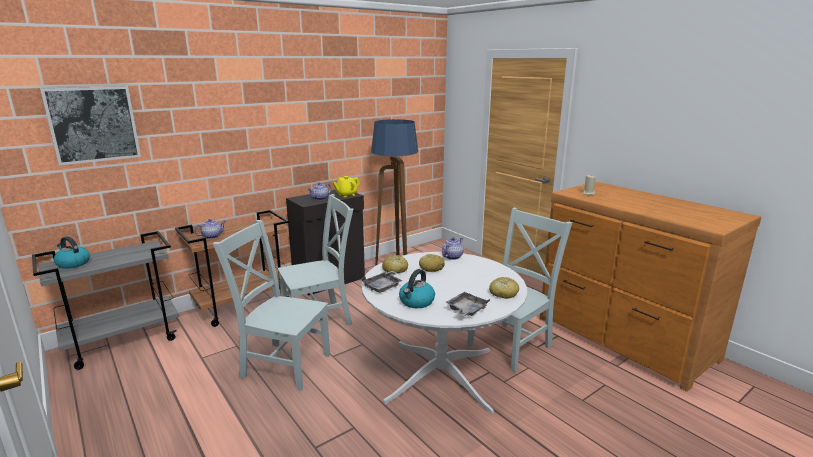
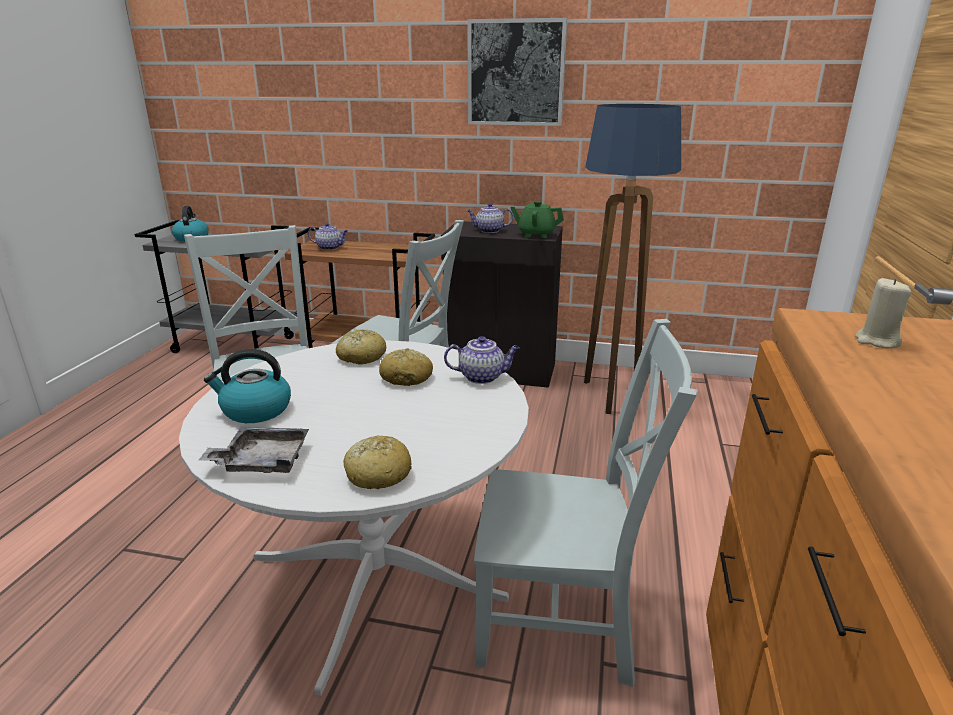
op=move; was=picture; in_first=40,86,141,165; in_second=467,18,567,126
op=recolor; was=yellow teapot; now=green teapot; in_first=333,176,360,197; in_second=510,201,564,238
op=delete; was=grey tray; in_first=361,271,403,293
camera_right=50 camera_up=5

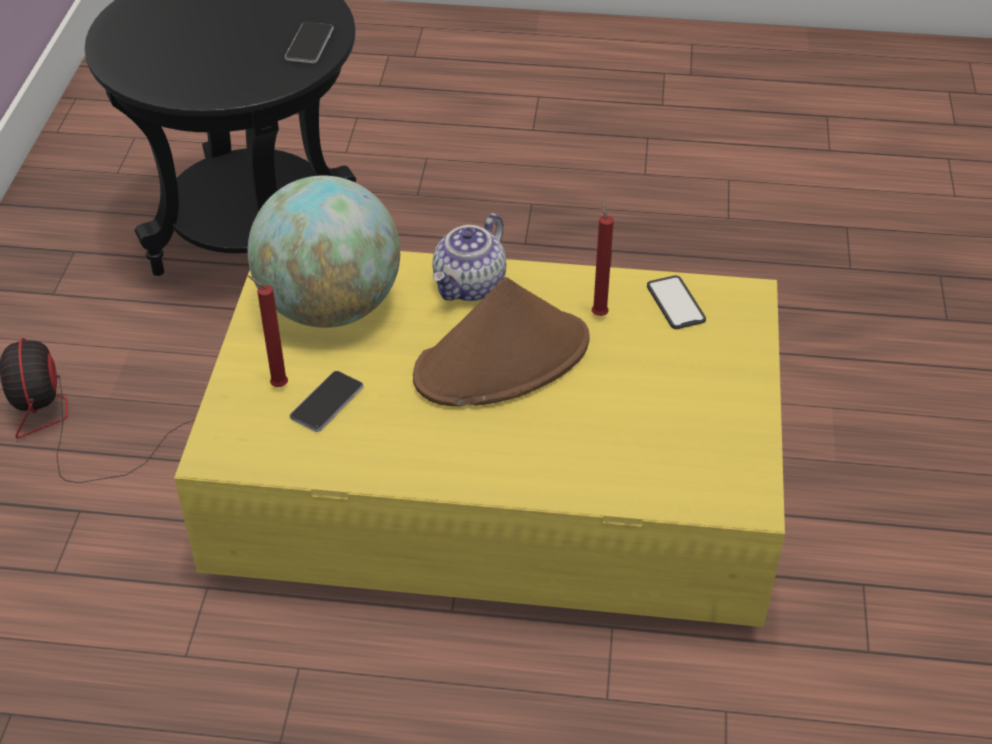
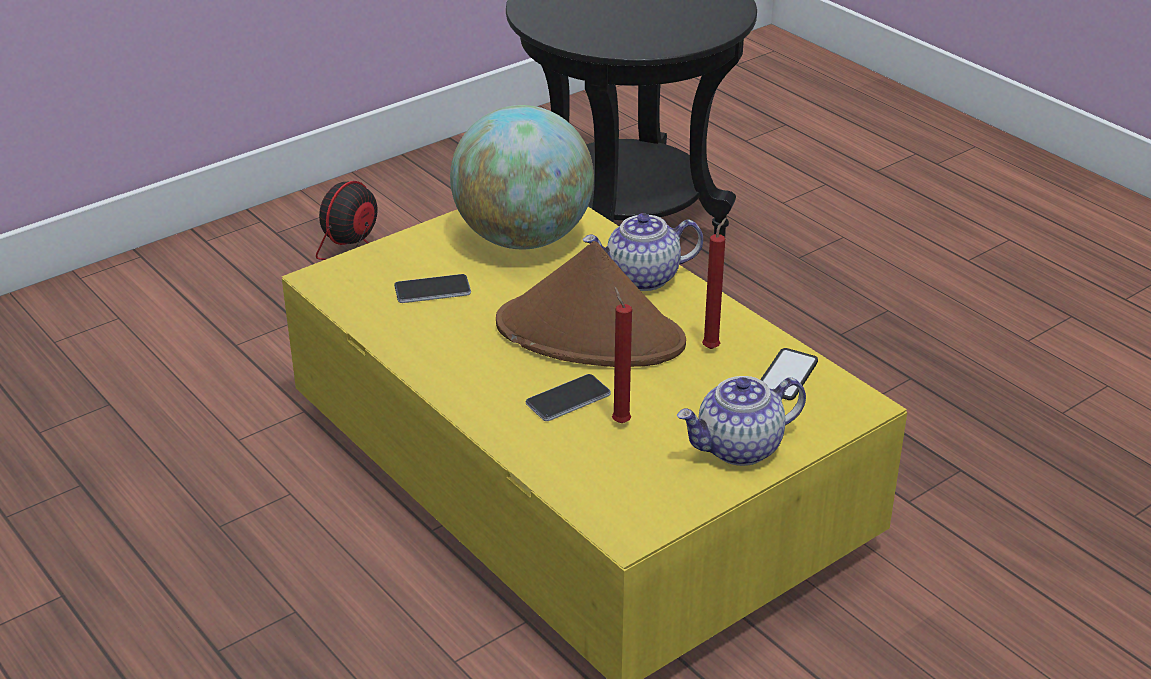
op=move; was=phone; in_first=285,22,334,63; in_second=526,374,611,421
op=move; was=red candle; in_first=248,276,288,387; in_second=612,287,632,423
op=insert; now=teapot; in_second=677,376,806,466
camera_right=45 camera_up=-10

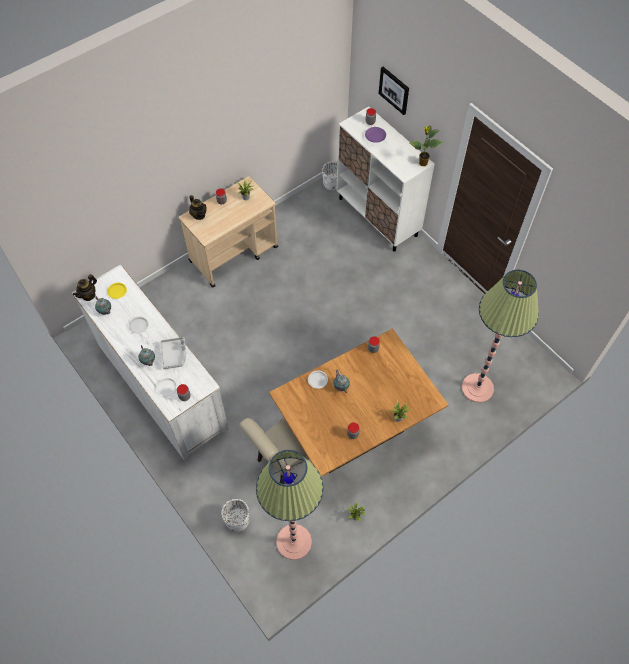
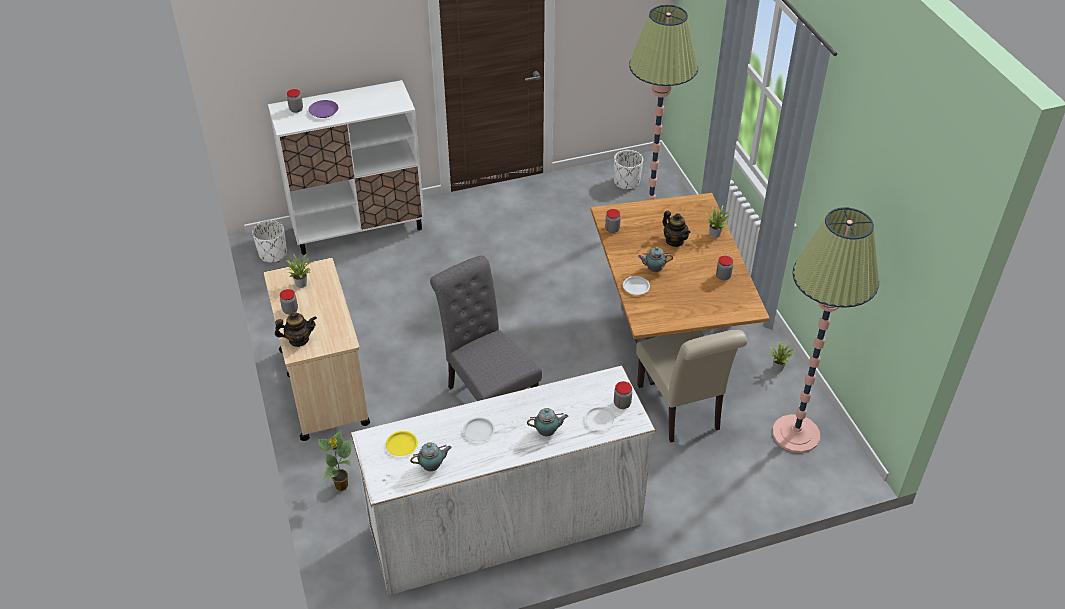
op=move; was=potted plant; in_first=410,125,442,166; in_second=318,430,352,491
op=insert; now=grey chair; in_second=430,256,542,401
op=move; was=white planter; in_first=221,499,249,532; in_second=614,150,643,190
op=move; was=teapot; in_first=73,274,97,301; in_second=662,211,690,247
op=delete; was=grey tray; in_first=160,337,186,369
op=delete; was=picture; in_first=379,67,409,115
camera_right=-70 camera_up=-15

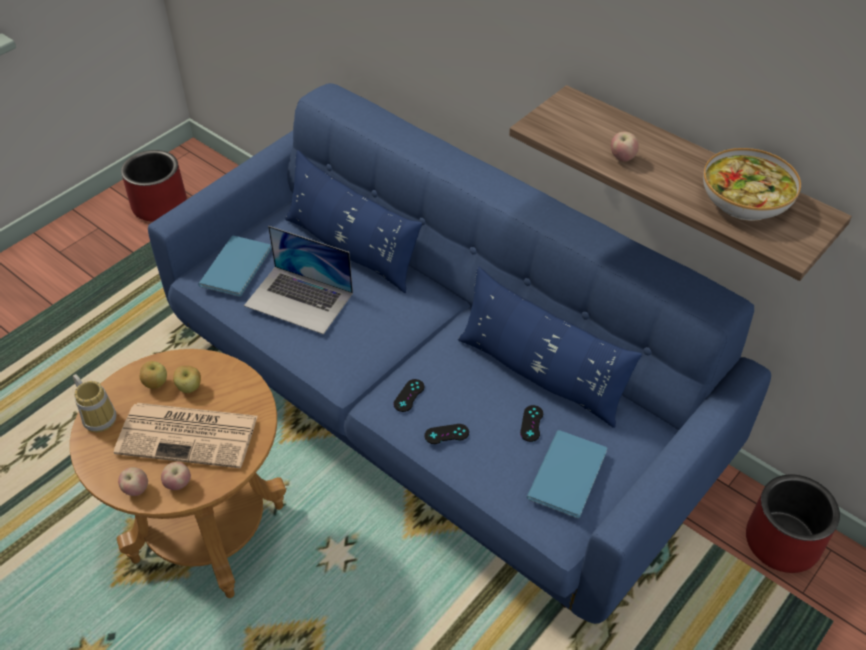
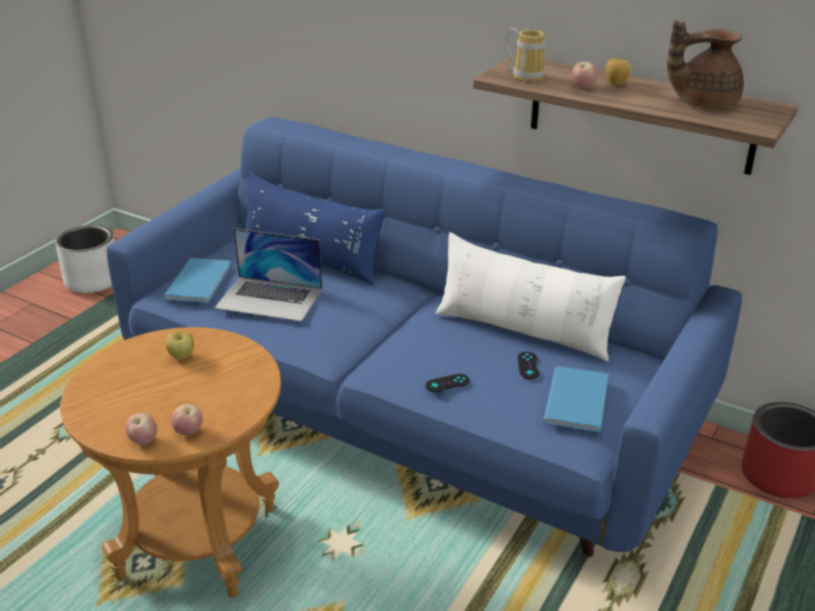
op=recolor; was=red planter; now=white planter; in_first=121,150,187,222; in_second=55,225,115,293
op=recolor; was=blue pillow; now=white pillow; in_first=458,266,642,428; in_second=435,232,626,362
op=move; was=mug; in_first=73,374,116,432; in_second=504,28,545,82
op=move; was=apple; in_first=140,361,167,389; in_second=605,58,631,85
op=replace; was=bowl; now=brown teapot; in_first=703,148,801,221; in_second=667,20,744,109
op=delete; was=newspaper; in_first=114,403,258,468
op=delete; was=black game controller; in_first=393,379,424,412
camera_right=-10 camera_up=-15

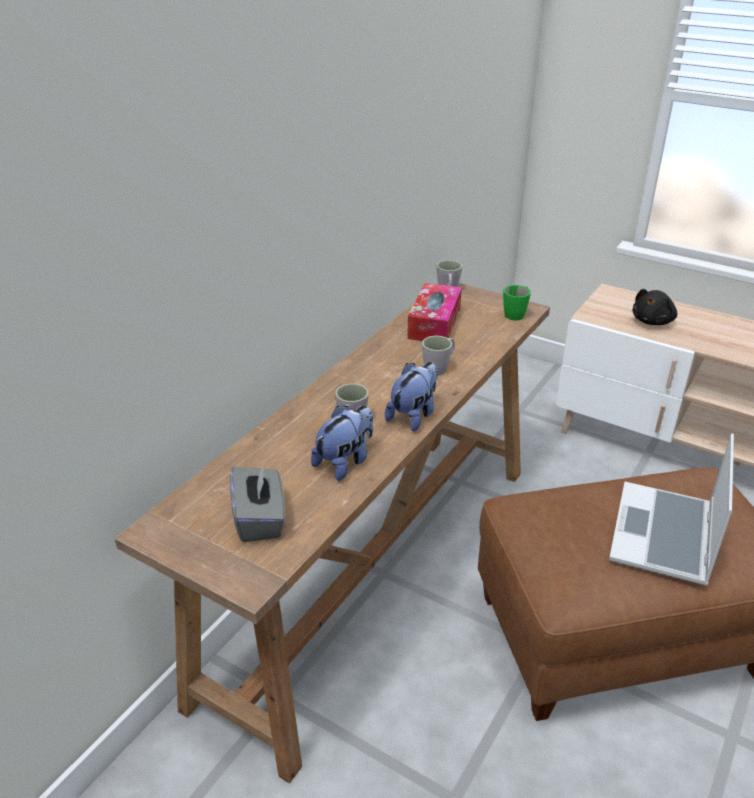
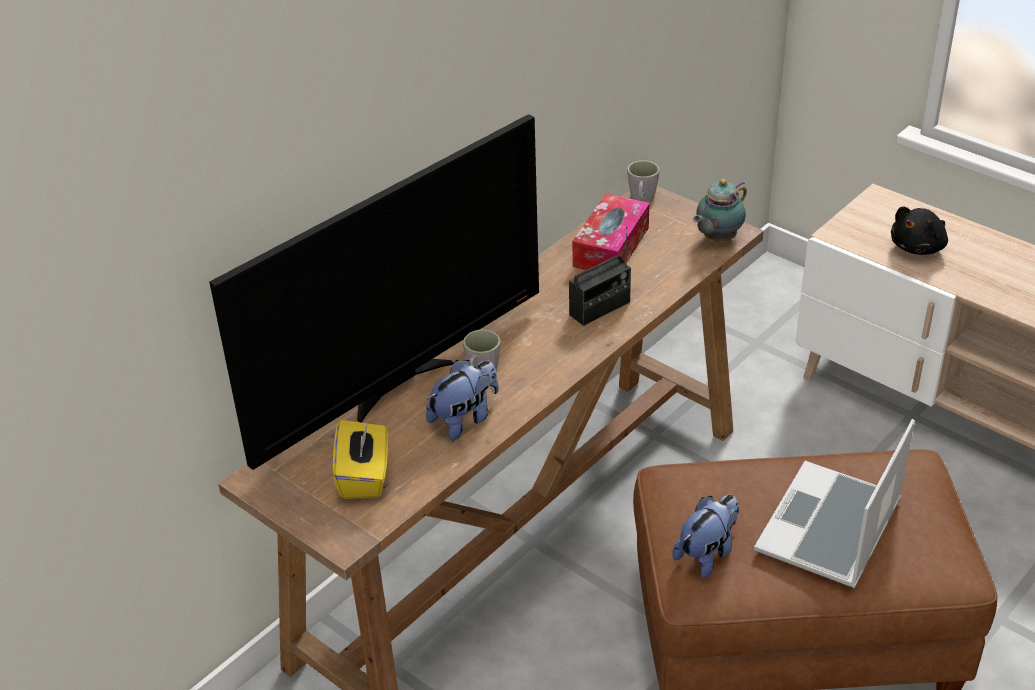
op=insert; now=television; in_second=209,114,539,470
op=recolor; was=grey tissue box; now=yellow tissue box; in_first=230,463,285,542; in_second=332,420,388,499
op=replace; was=grey mug; now=radio; in_first=422,336,455,375; in_second=569,227,631,326
op=move; was=plush toy; in_first=385,362,438,431; in_second=672,495,739,578
op=replace; was=green mug; now=teapot; in_first=503,285,531,320; in_second=693,179,747,241
camera_right=10 camera_up=5

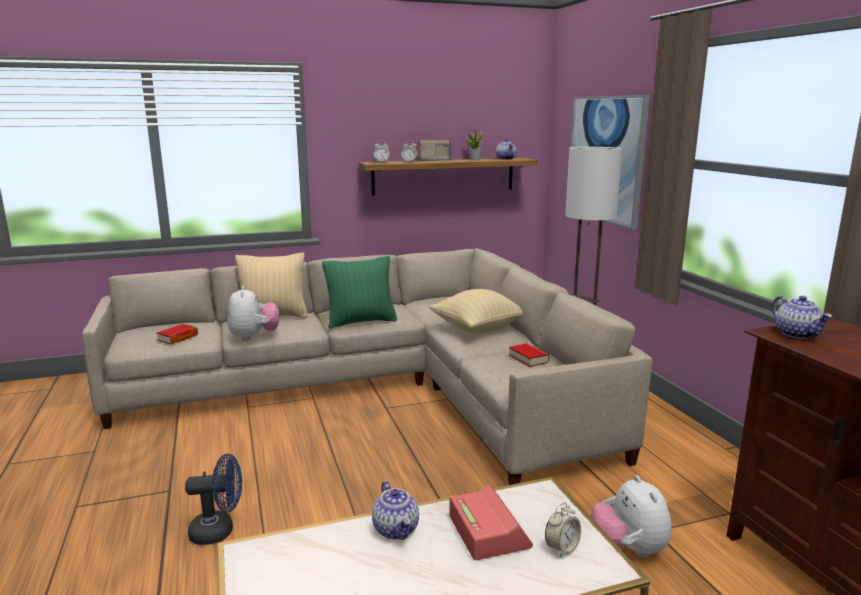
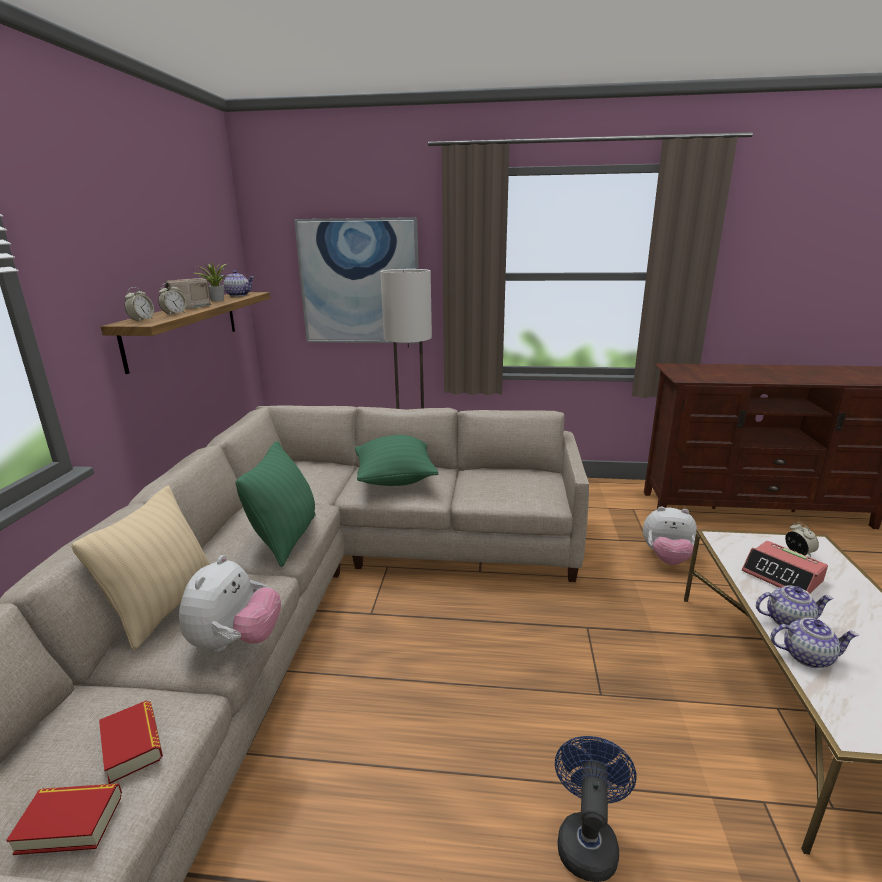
op=move; was=book; in_first=509,343,549,367; in_second=6,783,122,855
op=rotate; was=plush toy; in_first=227,286,279,341; in_second=179,555,281,652; clockwise=90
op=recolor; was=beige pillow; now=green pillow; in_first=429,289,522,334; in_second=355,435,439,486
op=rotate; was=alarm clock; in_first=449,484,533,560; in_second=742,541,828,594; clockwise=-135
op=move; was=teapot; in_first=772,296,832,339; in_second=770,618,859,668
camera_right=-65 camera_up=5

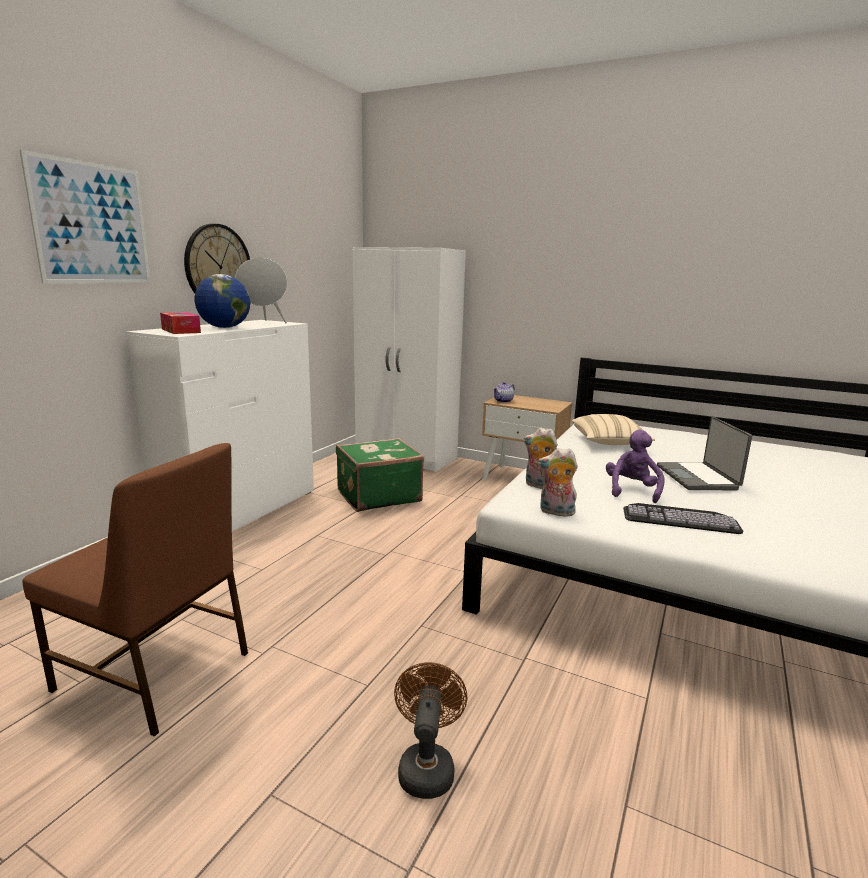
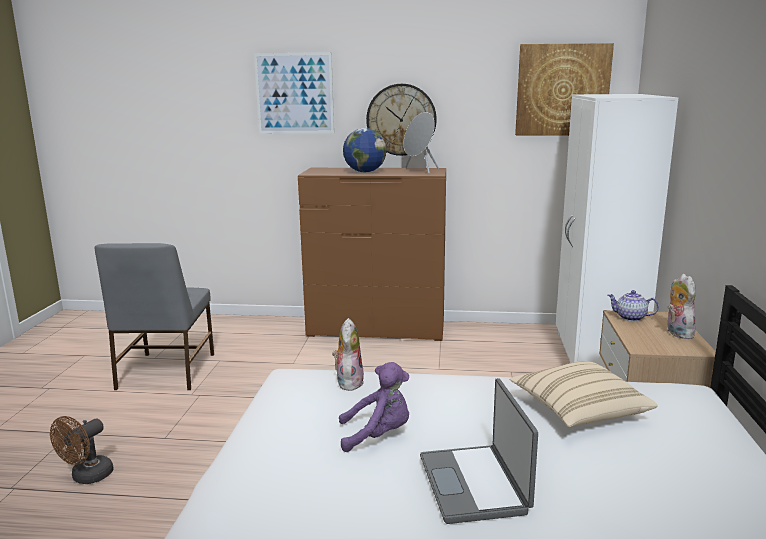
op=rotate; was=brown fan; in_first=394,662,467,799; in_second=50,416,114,484; clockwise=135
op=recolor; was=brown chair; now=grey chair; in_first=23,443,248,737; in_second=94,243,214,390
op=recolor; was=white dresser; now=brown dresser; in_first=126,320,314,531; in_second=298,168,446,341
op=rotate; was=laptop; in_first=657,417,752,490; in_second=420,378,538,524; clockwise=-75
op=insert; now=picture; in_second=515,43,614,136
op=move; was=plush toy; in_first=538,448,578,517; in_second=668,274,696,339
op=delete; was=tissue box; in_first=160,312,201,334
op=delete; was=green suitcase; in_first=336,438,424,512
op=delete; was=keyboard; in_first=623,503,743,534
camera_right=70 camera_up=0

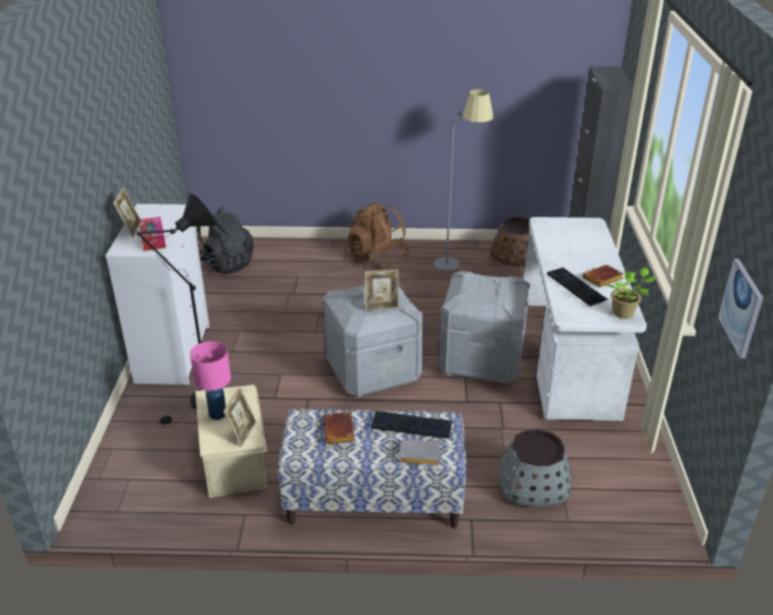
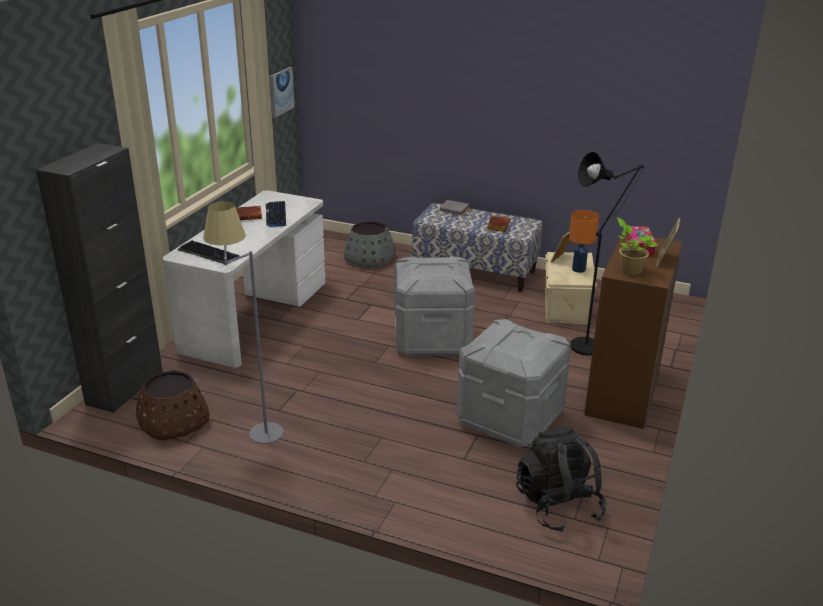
op=move; was=keyboard; in_first=371,411,452,439; in_second=178,240,239,264
op=move; was=grey storage box; in_first=438,271,530,383; in_second=457,319,571,447
op=recolor; was=pink table lamp; now=orange table lamp; in_first=190,341,231,420; in_second=569,210,599,273
op=recolor; was=white dresser; now=brown dresser; in_first=105,204,210,385; in_second=584,234,682,429
op=move; was=potted plant; in_first=606,267,657,319; in_second=617,217,658,275
op=delete; was=brown backpack; in_first=348,202,410,269
op=delete; was=picture frame; in_first=364,270,399,311
camera_right=-160 camera_up=-5

